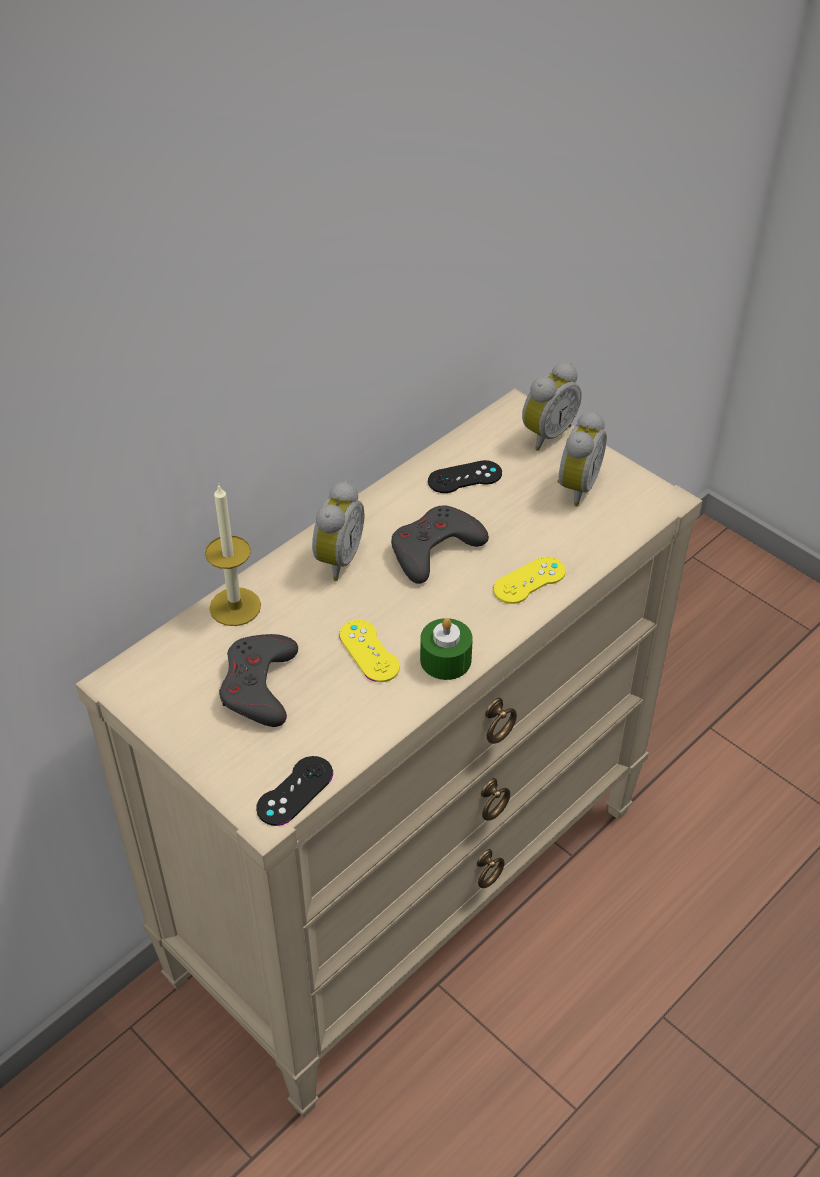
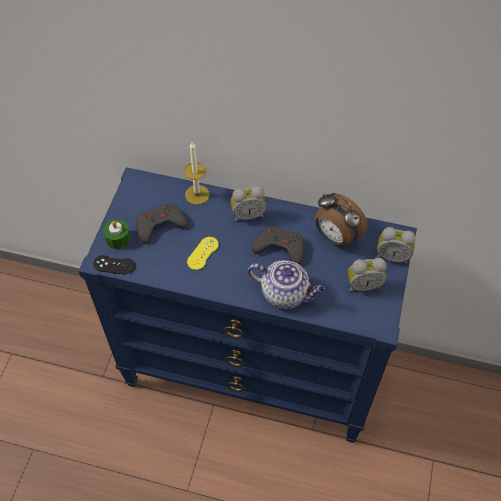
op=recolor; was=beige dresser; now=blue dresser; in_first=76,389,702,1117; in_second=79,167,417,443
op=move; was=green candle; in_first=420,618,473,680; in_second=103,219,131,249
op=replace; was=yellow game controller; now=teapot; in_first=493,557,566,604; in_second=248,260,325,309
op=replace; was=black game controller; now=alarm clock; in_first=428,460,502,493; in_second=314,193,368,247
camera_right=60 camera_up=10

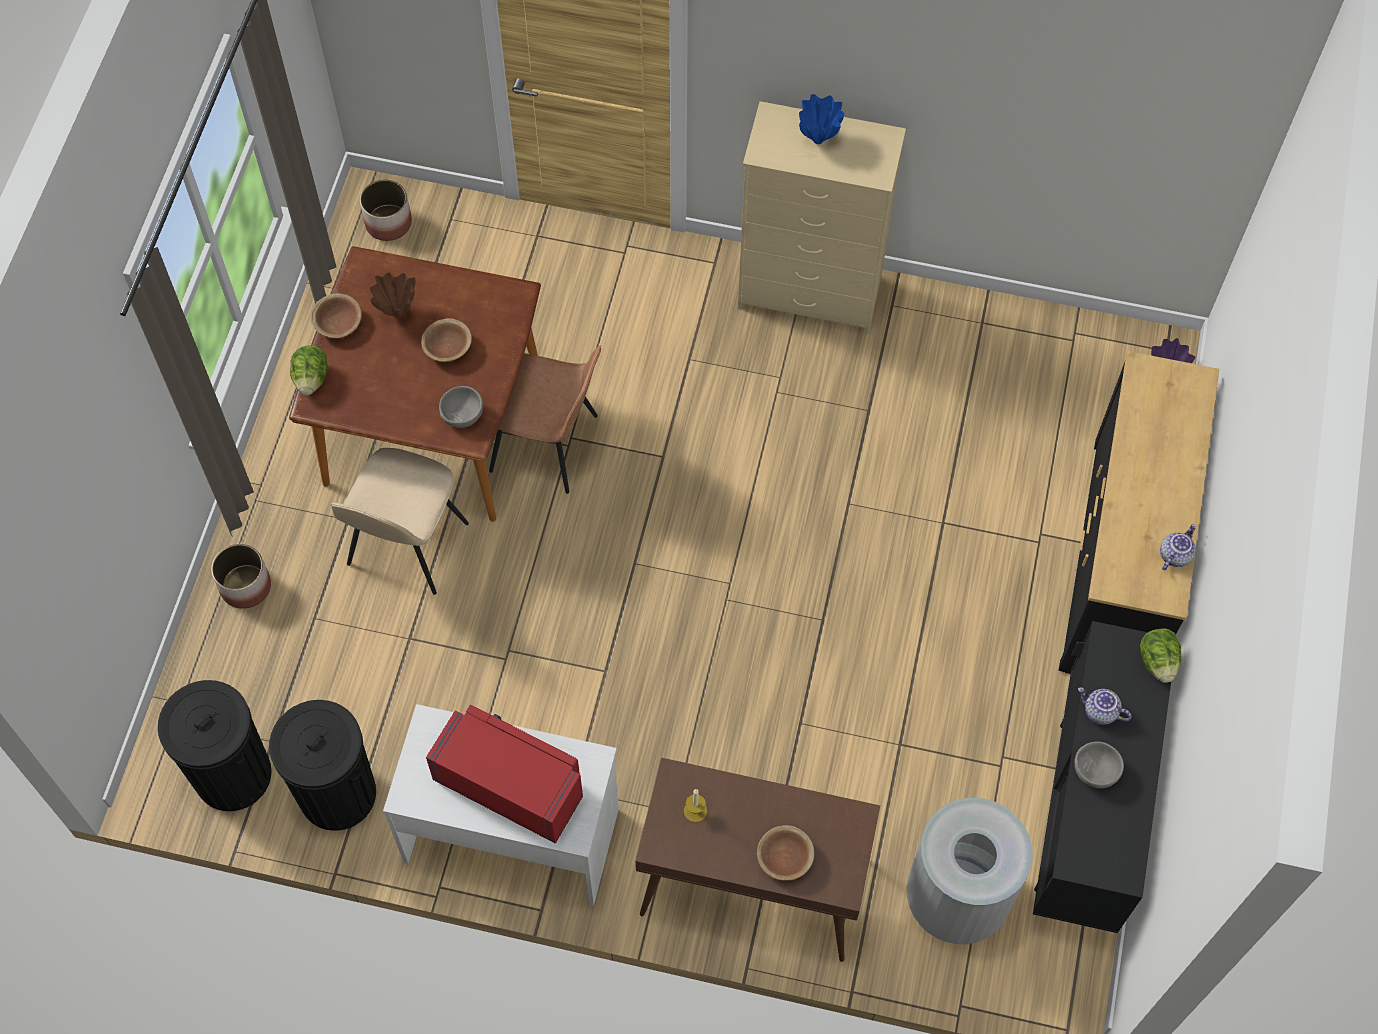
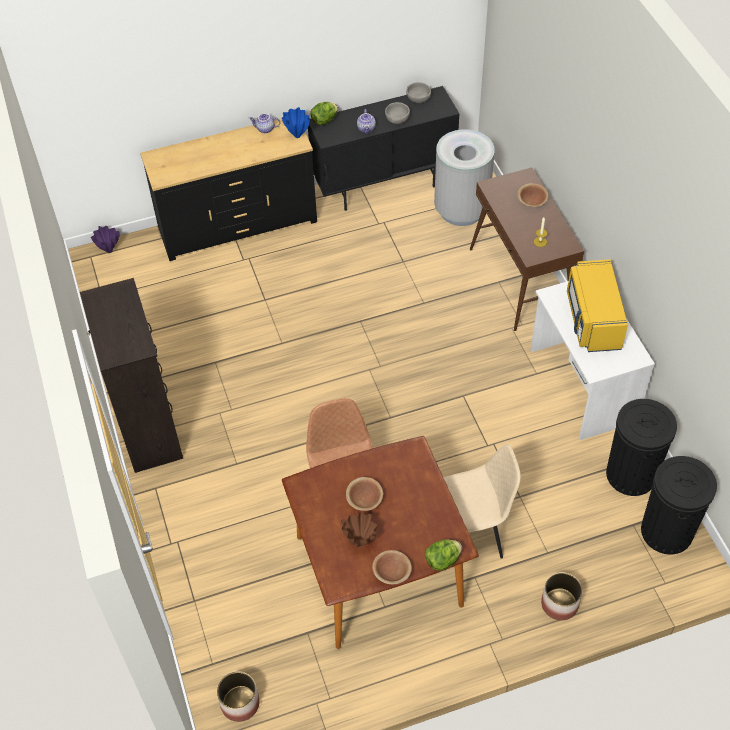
op=recolor; was=beige dresser; now=black dresser; in_first=738,101,906,334; in_second=80,278,183,473
op=move; was=blue vase; in_first=799,94,845,144; in_second=282,107,310,138
op=move; was=grey bowl; in_first=439,386,483,428; in_second=406,82,431,103
op=recolor; was=red microwave; now=yellow microwave; in_first=426,705,583,844; in_second=567,259,628,352
camera_right=-120 camera_up=-10

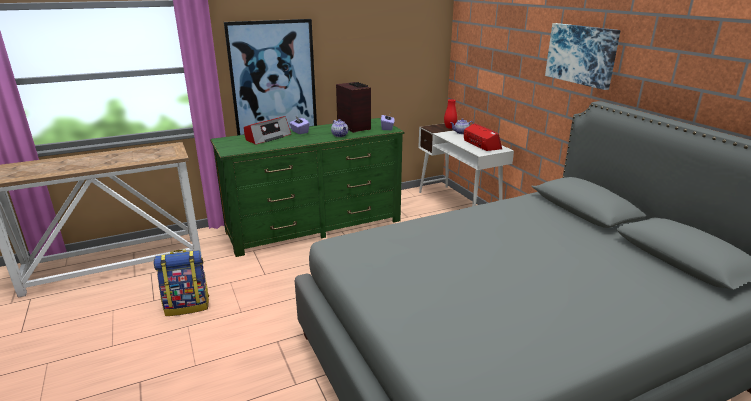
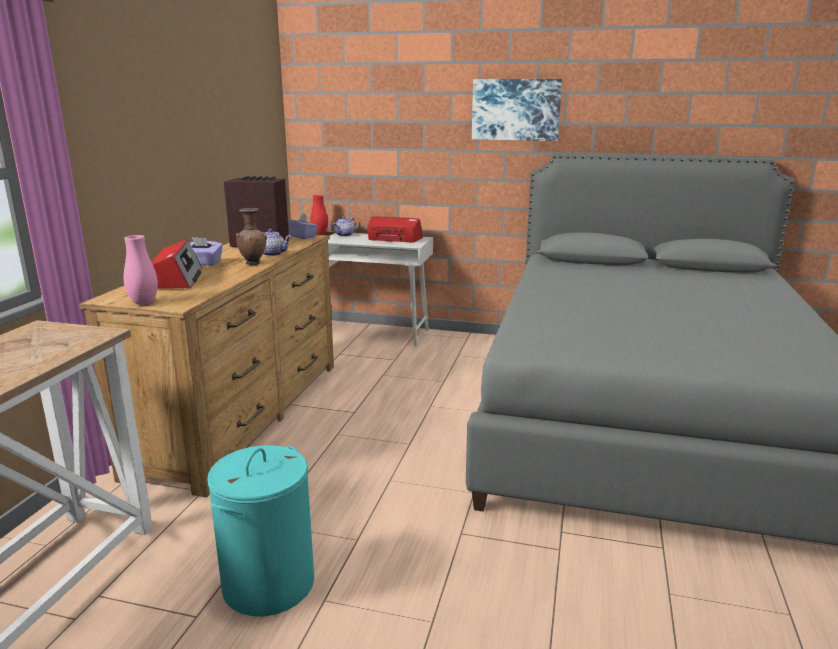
op=recolor; was=green dresser; now=brown dresser; in_first=210,118,404,257; in_second=79,235,334,497
op=insert; now=pink vase; in_second=124,235,158,305
op=replace; was=backpack; now=turquoise laundry basket; in_first=153,249,209,316; in_second=207,445,314,616
op=insert; now=brown vase; in_second=236,208,267,265
op=delete; was=picture; in_first=224,19,317,135
camera_right=-50 camera_up=-5

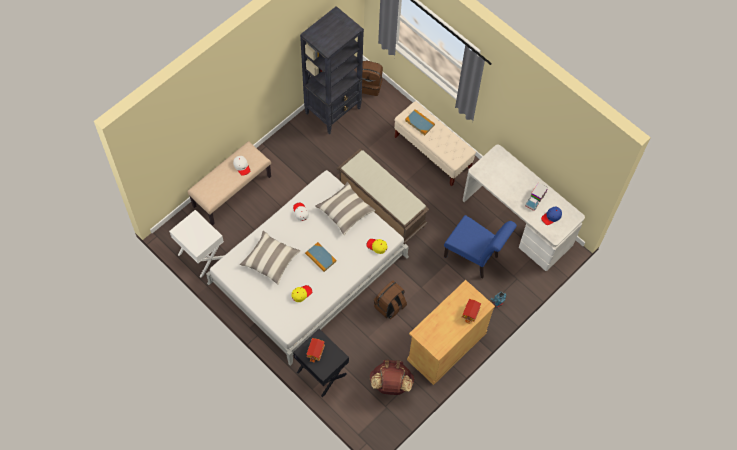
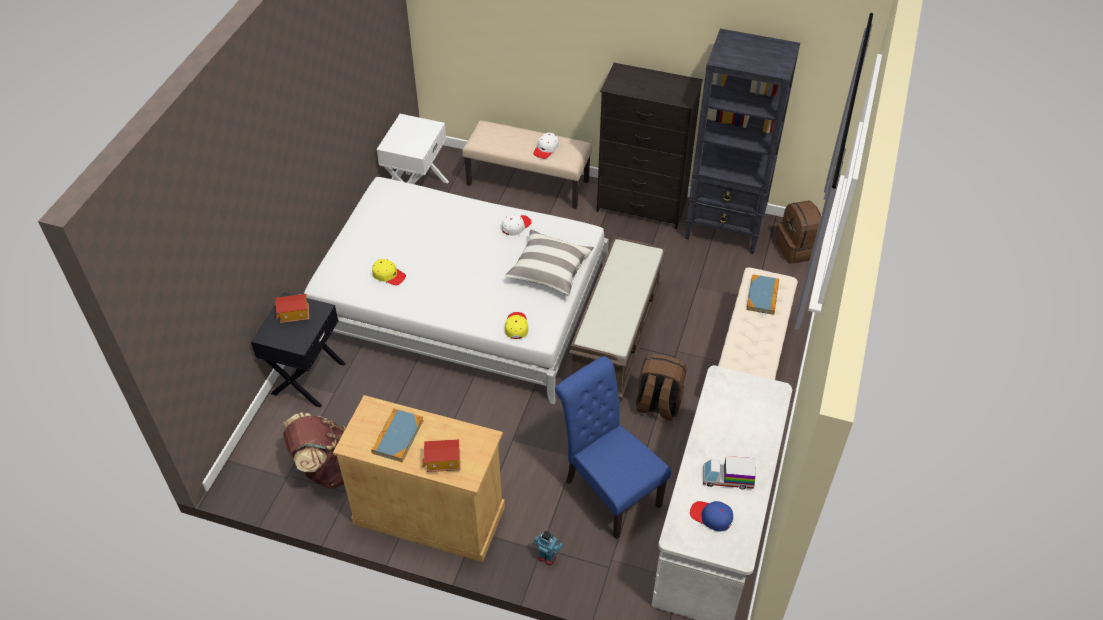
op=move; was=book; in_first=305,242,337,272; in_second=371,409,424,462
op=rotate; was=blue chair; in_first=444,215,517,279; in_second=555,356,671,539; clockwise=135
op=insert; now=black dresser; in_second=597,63,703,229
op=move; was=brown backpack; in_first=374,281,407,319; in_second=636,354,686,421
op=delete; was=pillow; in_first=240,231,301,285
camera_right=65 camera_up=-15

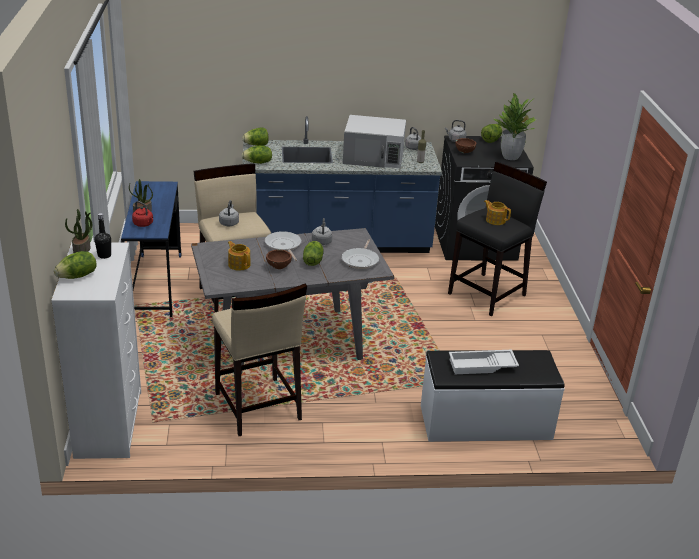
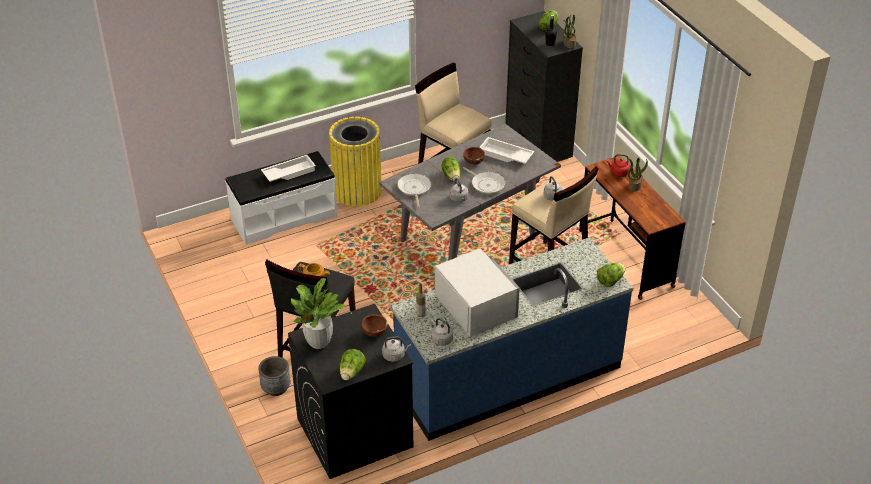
op=insert; now=grey planter; in_second=258,356,291,396
op=insert; now=yellow trash can; in_second=329,117,382,207
op=rotate; was=white microwave; in_first=343,115,406,168; in_second=435,248,520,337; clockwise=75
op=replace; was=teapot; now=white tray; in_first=228,241,250,271; in_second=479,137,534,164
op=recolor; was=white dresser; now=black dresser; in_first=51,242,141,459; in_second=505,11,583,162
op=recolor; was=blue desk; now=brown desk; in_first=121,181,181,317; in_second=579,156,685,300
op=delete; was=lettuce; in_first=242,145,272,164
camera_right=160 camera_up=10

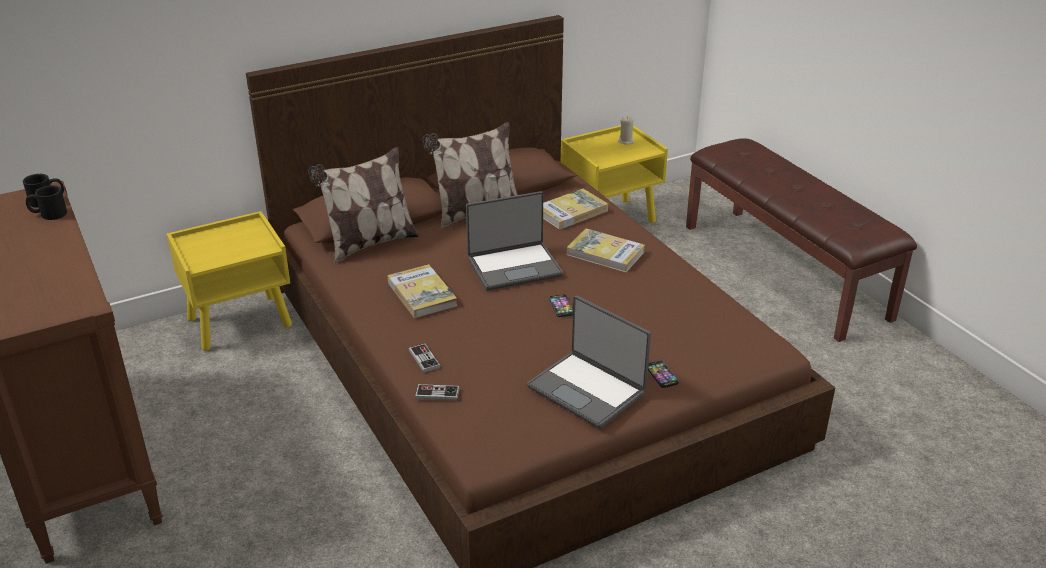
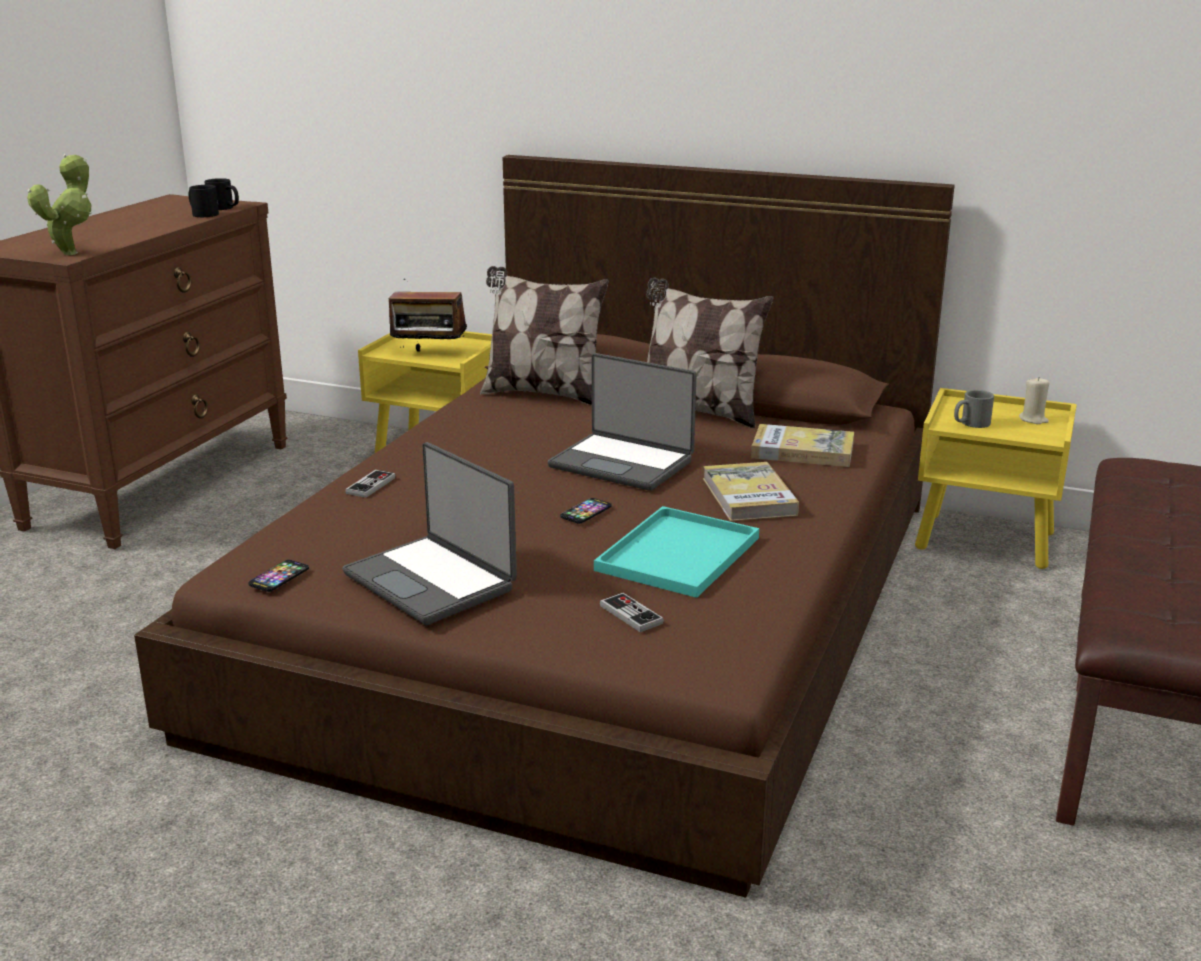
op=insert; now=potted plant; in_second=27,154,92,255
op=move; was=phone; in_first=648,361,679,388; in_second=248,560,309,592
op=rotate; was=laptop; in_first=527,296,651,428; in_second=342,442,517,625; clockwise=-45
op=insert; now=radio; in_second=389,279,467,351
op=insert; now=turquoise tray; in_second=594,506,759,598
op=move; was=game controller; in_first=415,384,460,401; in_second=600,593,664,632
op=insert; now=grey mug; in_second=954,390,994,428
op=delete; was=book; in_first=388,264,457,318
camera_right=50 camera_up=-10

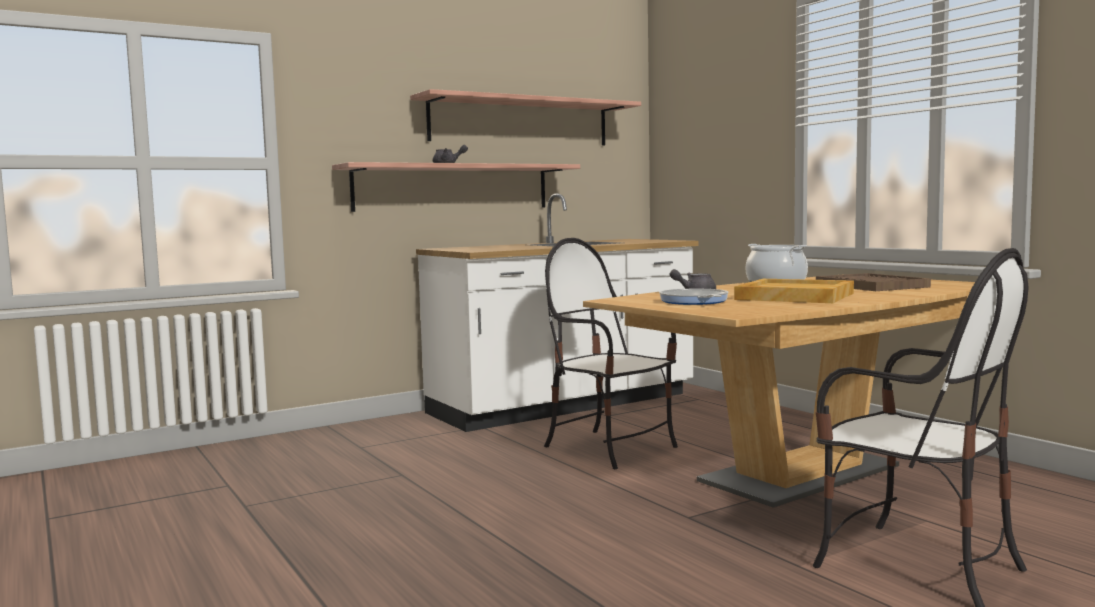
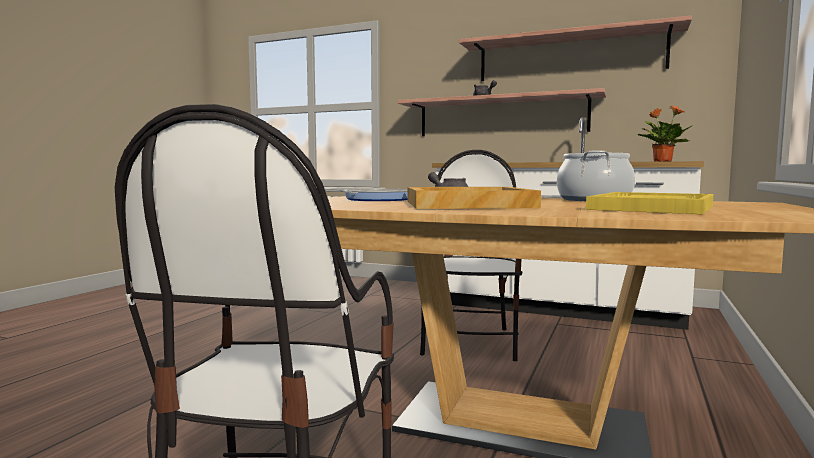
op=recolor; was=brown tray; now=yellow tray; in_first=816,273,931,291; in_second=586,192,713,214
op=insert; now=potted plant; in_second=637,105,692,162
camera_right=55 camera_up=0

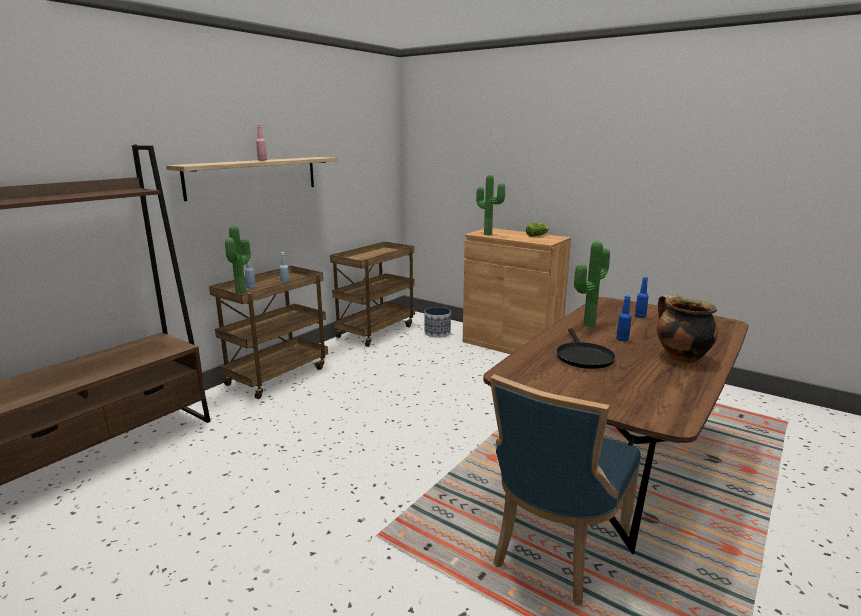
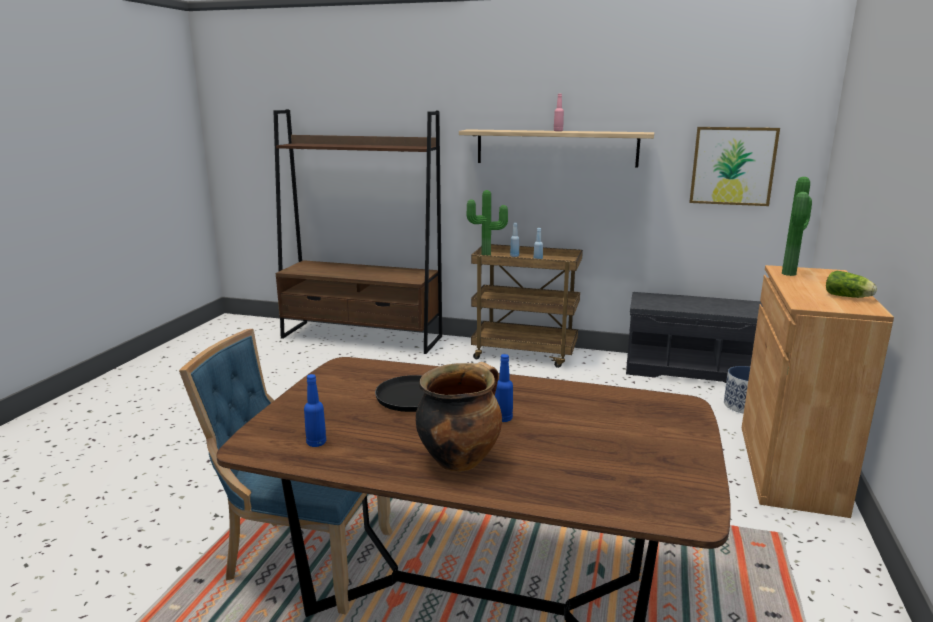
op=move; was=blue bottle; in_first=635,277,649,318; in_second=304,374,326,447
op=replace; was=brown cart; now=grey bench; in_first=330,242,415,347; in_second=626,292,763,383
op=insert; now=picture; in_second=689,127,780,206
op=delete; was=potted plant; in_first=574,241,610,328
camera_right=70 camera_up=0

